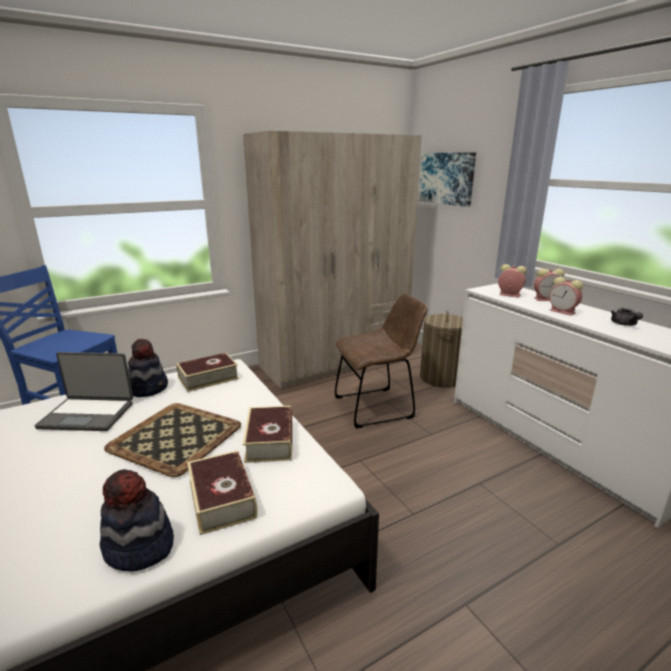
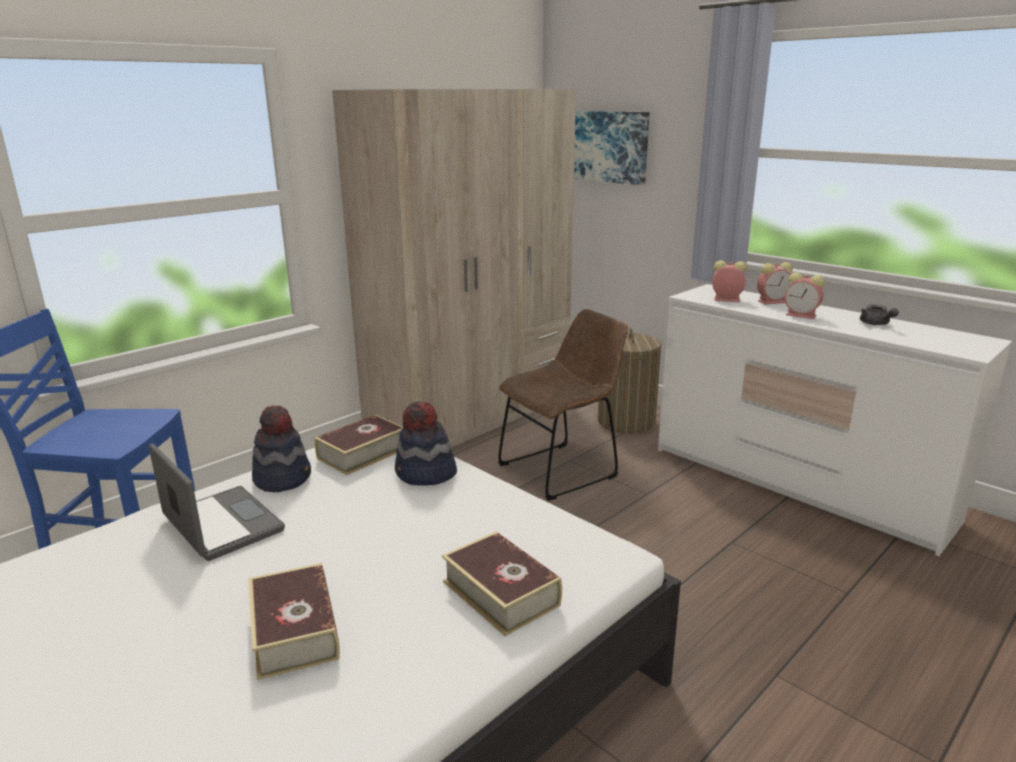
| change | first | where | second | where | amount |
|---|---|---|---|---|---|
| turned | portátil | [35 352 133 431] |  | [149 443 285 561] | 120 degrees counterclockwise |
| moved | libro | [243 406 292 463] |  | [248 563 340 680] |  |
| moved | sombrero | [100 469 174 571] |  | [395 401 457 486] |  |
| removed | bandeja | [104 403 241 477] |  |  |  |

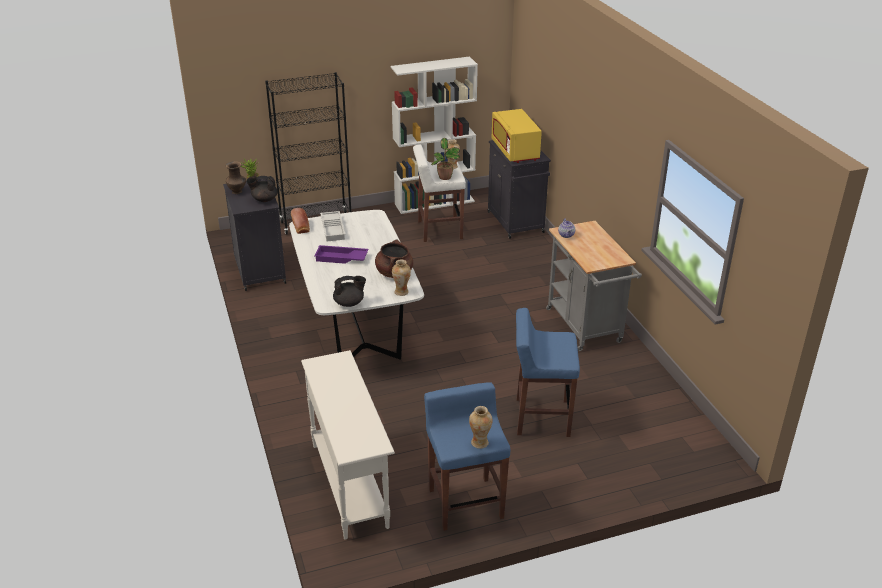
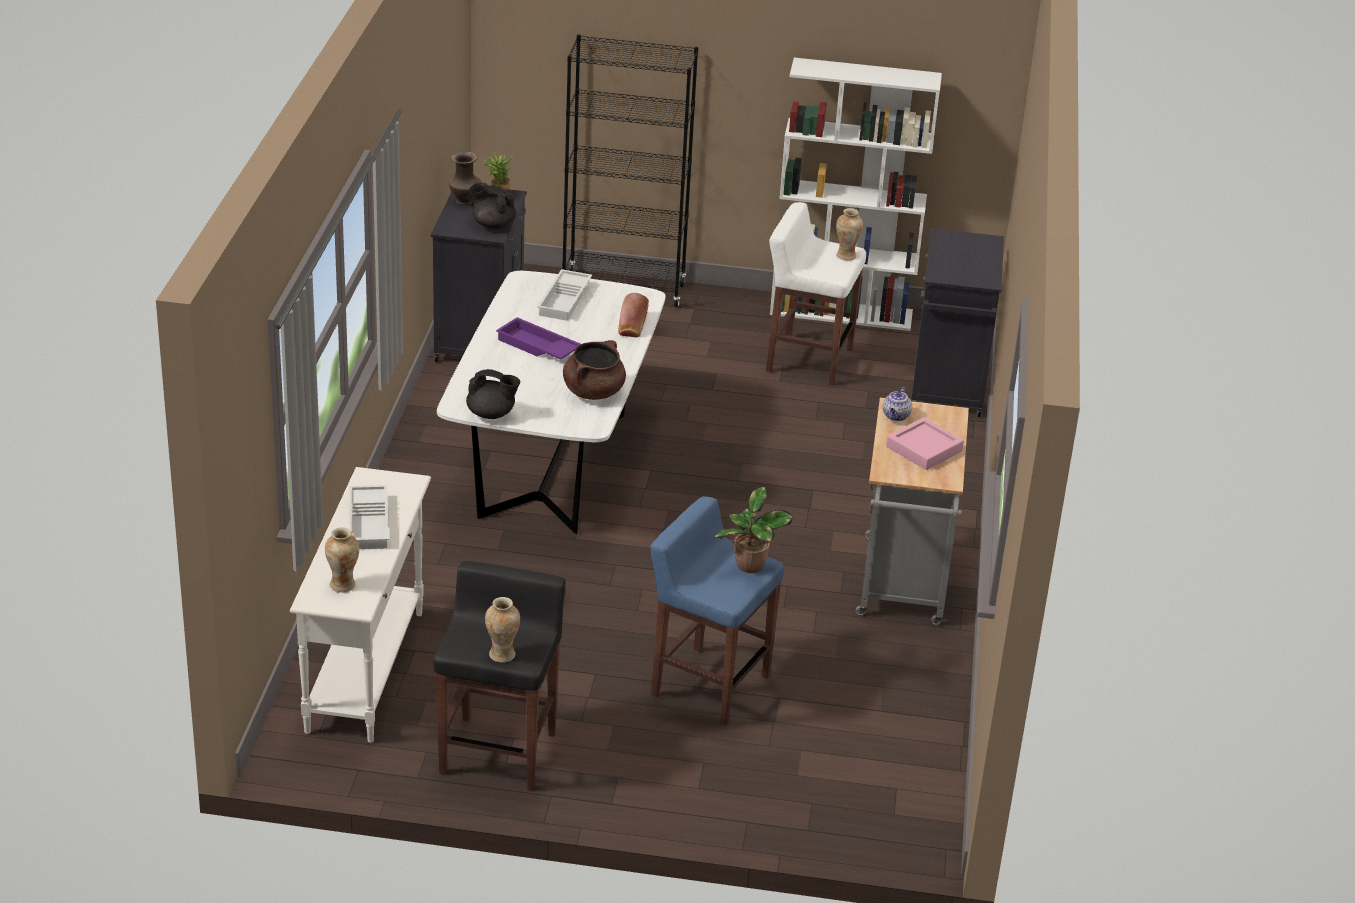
| change | first | where | second | where | amount |
|---|---|---|---|---|---|
| moved | florero | [392 260 411 296] |  | [325 527 359 592] |  |
| added |  |  | bandeja/blanco | [349 485 389 549] |  |
| recoloured | taburete/azul | [424 382 510 531] | taburete/negro | [433 561 566 790] |  |
| moved | pan | [291 208 310 234] |  | [618 293 649 337] |  |
| moved | planta en maceta | [431 138 460 180] |  | [714 486 793 573] |  |
| added |  |  | bandeja/rosa | [886 417 964 470] |  |
| removed | microondas/amarillo | [492 109 542 163] |  |  |  |

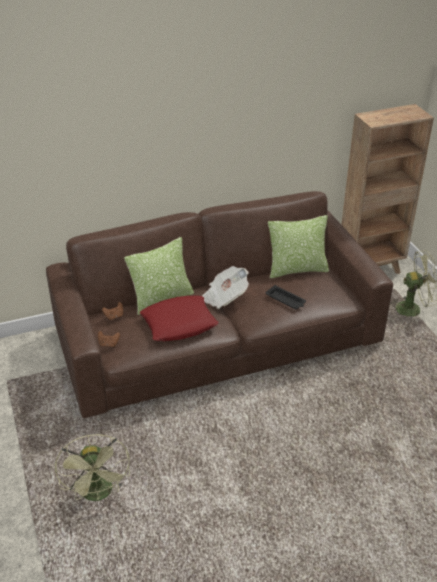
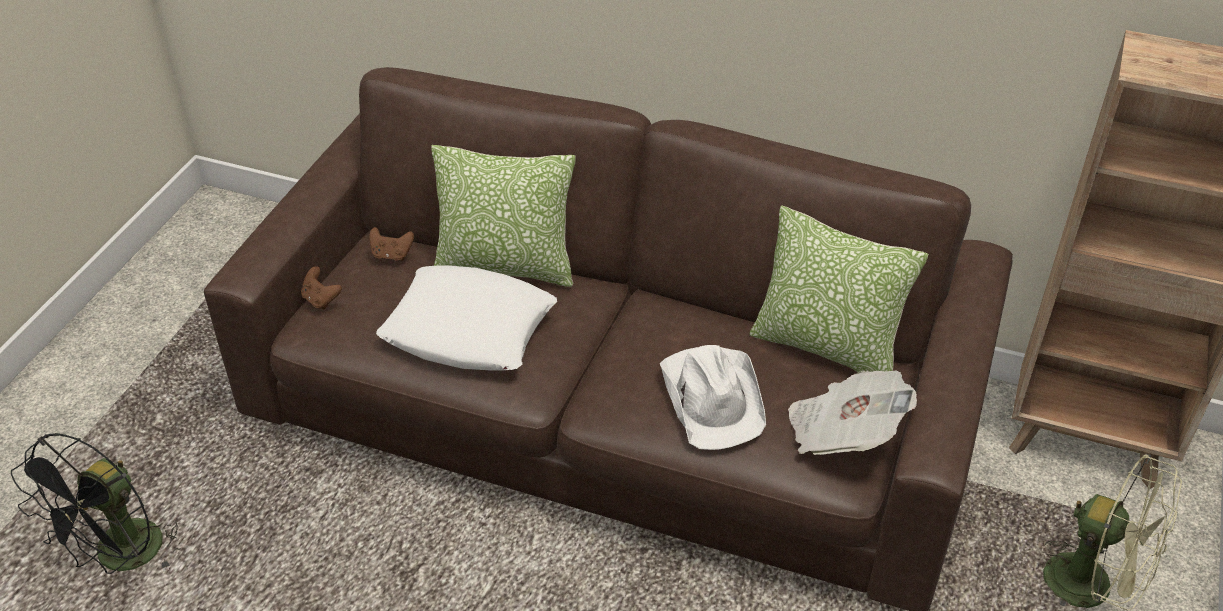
| change | first | where | second | where | amount |
|---|---|---|---|---|---|
| recoloured | ventilador/verde | [55 434 130 501] | ventilador/negro | [11 433 181 574] |  |
| recoloured | cojín/rojo | [140 296 218 341] | cojín/blanco | [376 265 557 371] |  |
| replaced | bandeja/negro | [265 285 306 309] | sombrero/blanco | [660 345 766 450] |  |
| moved | periódico | [202 266 249 309] |  | [788 370 917 455] |  |

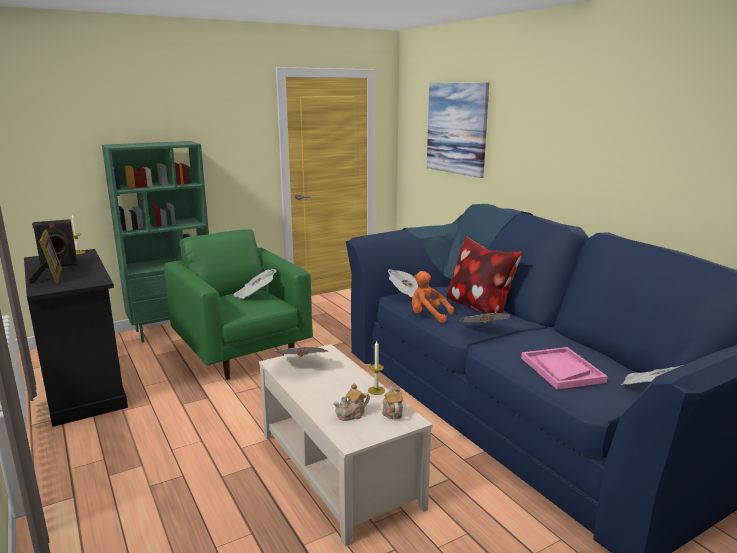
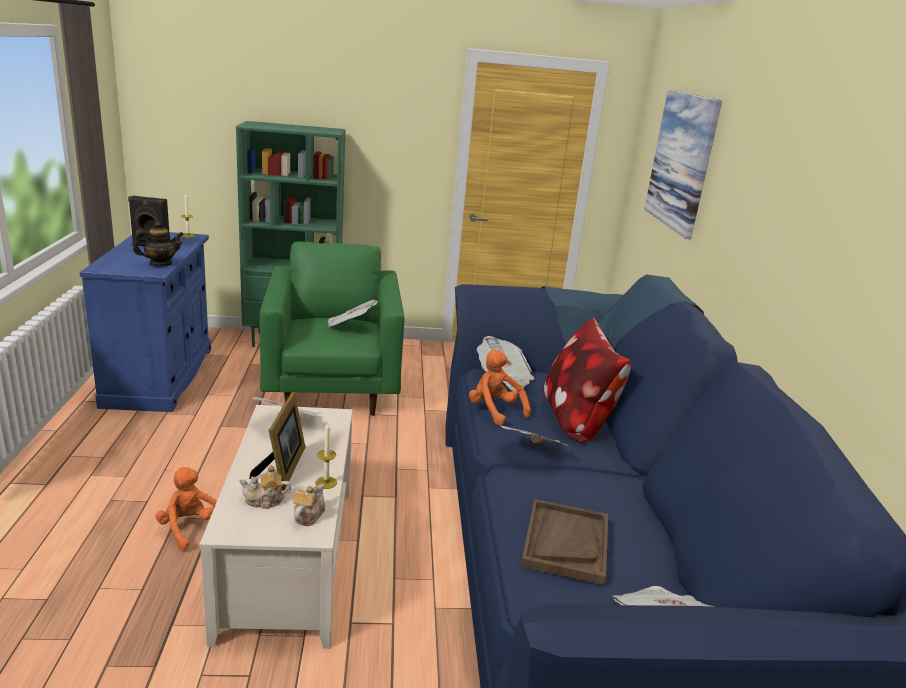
| change | first | where | second | where | amount |
|---|---|---|---|---|---|
| recoloured | armario/negro | [24 249 128 427] | armario/azul | [79 232 211 412] |  |
| added |  |  | tetera | [133 221 184 266] |  |
| added |  |  | peluche/naranja | [156 467 217 550] |  |
| moved | portarretratos | [29 230 62 284] |  | [249 392 305 490] |  |
| recoloured | bandeja/rosa | [521 347 608 390] | bandeja/marrón | [521 499 608 585] |  |

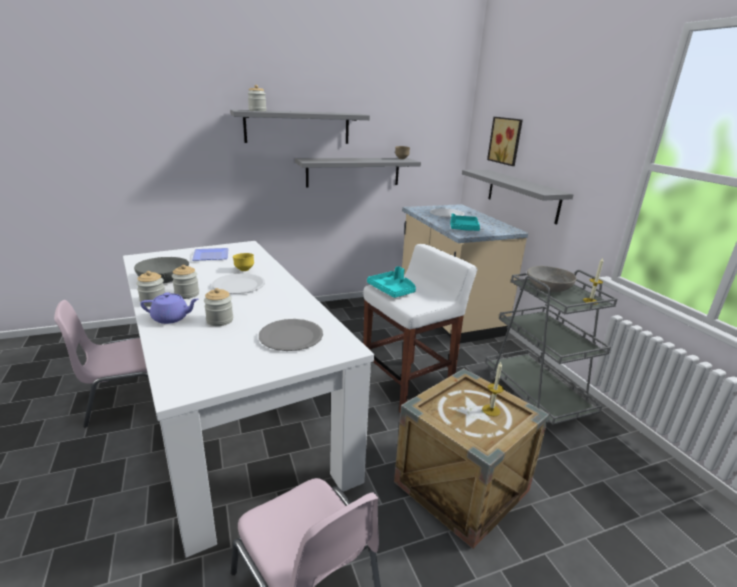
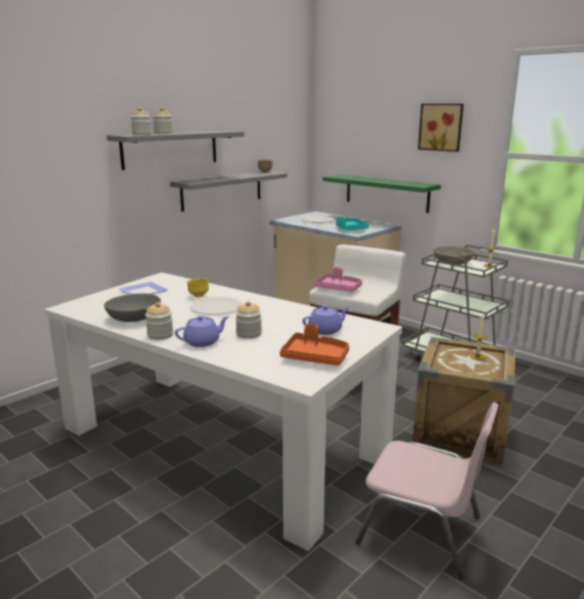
| change | first | where | second | where | amount |
|---|---|---|---|---|---|
| moved | tarro | [172 265 199 299] |  | [153 108 172 134] |  |
| added |  |  | bandeja/naranja | [280 324 349 366] |  |
| replaced | plato/gris | [259 319 323 351] | tetera/morado | [302 305 350 335] |  |
| recoloured | bandeja/turquesa | [367 266 416 298] | bandeja/rosa | [314 267 362 292] |  |
| recoloured | estante/gris | [462 170 574 224] | estante/verde | [323 175 441 213] |  |
| moved | cuadro | [487 117 523 166] |  | [418 104 463 152] |  |
| removed | silla/rosa | [54 300 149 428] |  |  |  |

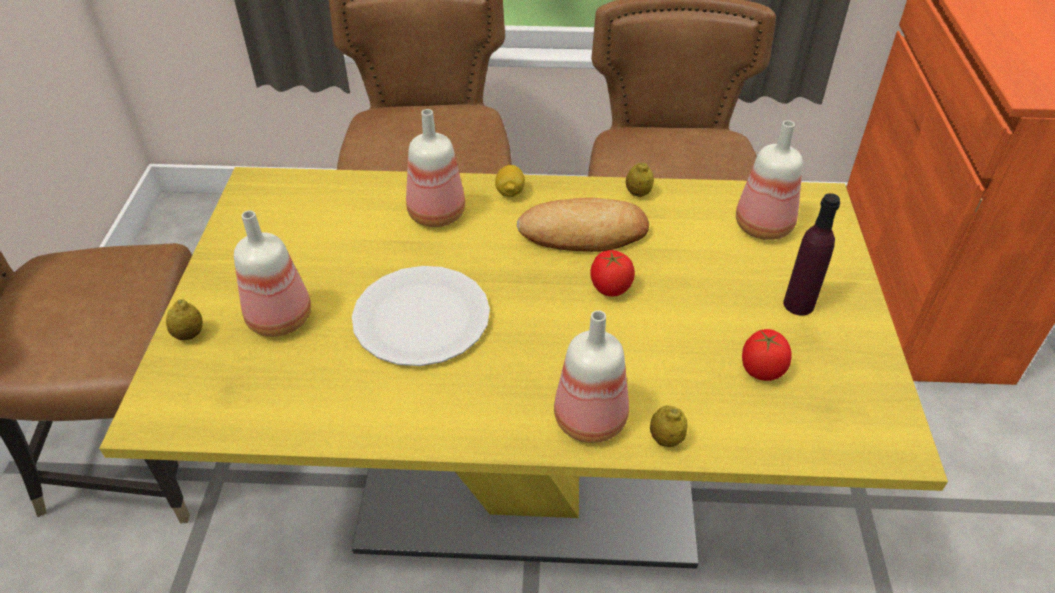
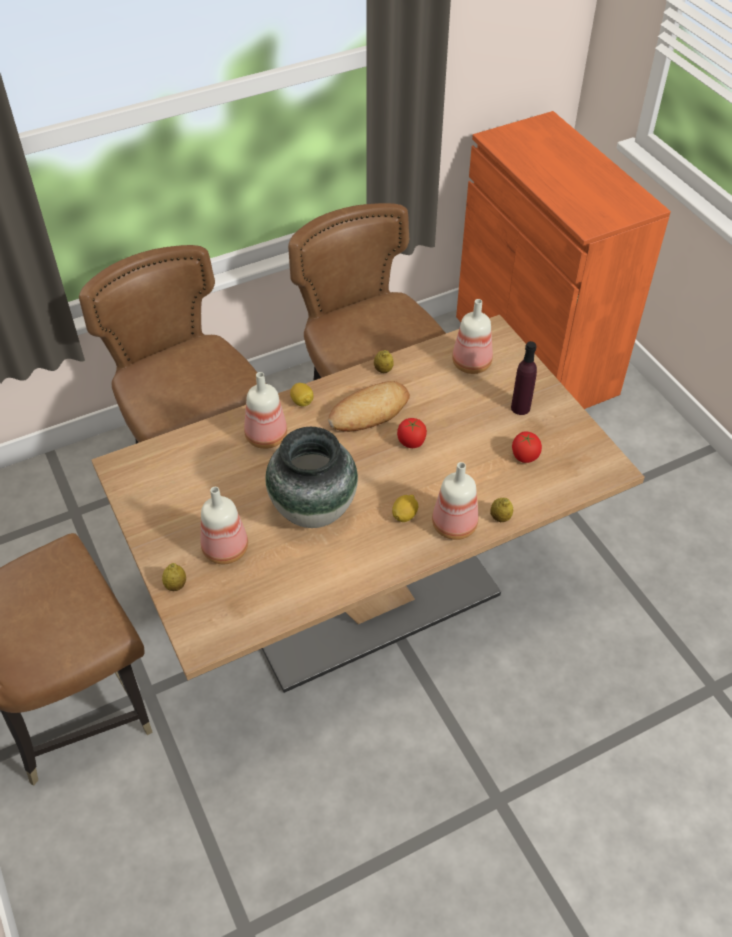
| change | first | where | second | where | amount |
|---|---|---|---|---|---|
| recoloured | mesa de comedor/amarillo | [99 167 948 569] | mesa de comedor/marrón | [91 315 645 693] |  |
| replaced | plato/blanco | [352 266 490 366] | florero | [265 427 358 528] |  |
| added |  |  | limón | [392 495 418 522] |  |

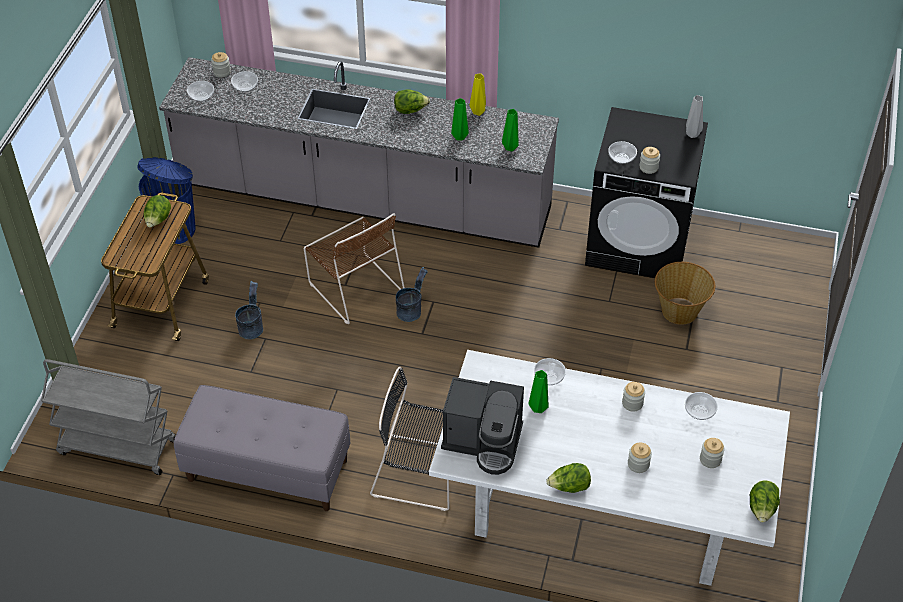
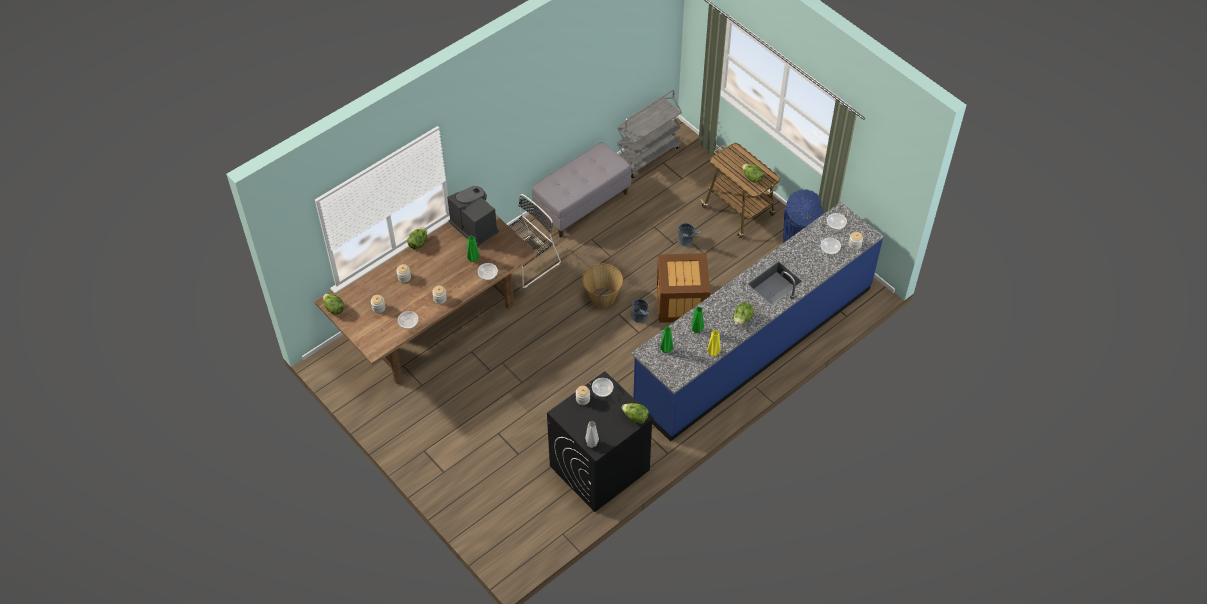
| change | first | where | second | where | amount |
|---|---|---|---|---|---|
| recoloured | mesa de comedor/blanco | [429 350 790 586] | mesa de comedor/marrón | [314 215 538 384] |  |
| turned | cafetera | [441 377 524 475] |  | [447 186 499 246] | 90 degrees clockwise |
| moved | cesta | [655 262 715 325] |  | [582 264 623 307] |  |
| added |  |  | lechuga | [622 403 649 424] |  |
| recoloured | mueble bajo de cocina/gris | [159 57 559 248] | mueble bajo de cocina/azul | [631 202 884 442] |  |
| replaced | silla/marrón | [304 213 405 324] | caja de embalaje | [657 253 710 322] |  |

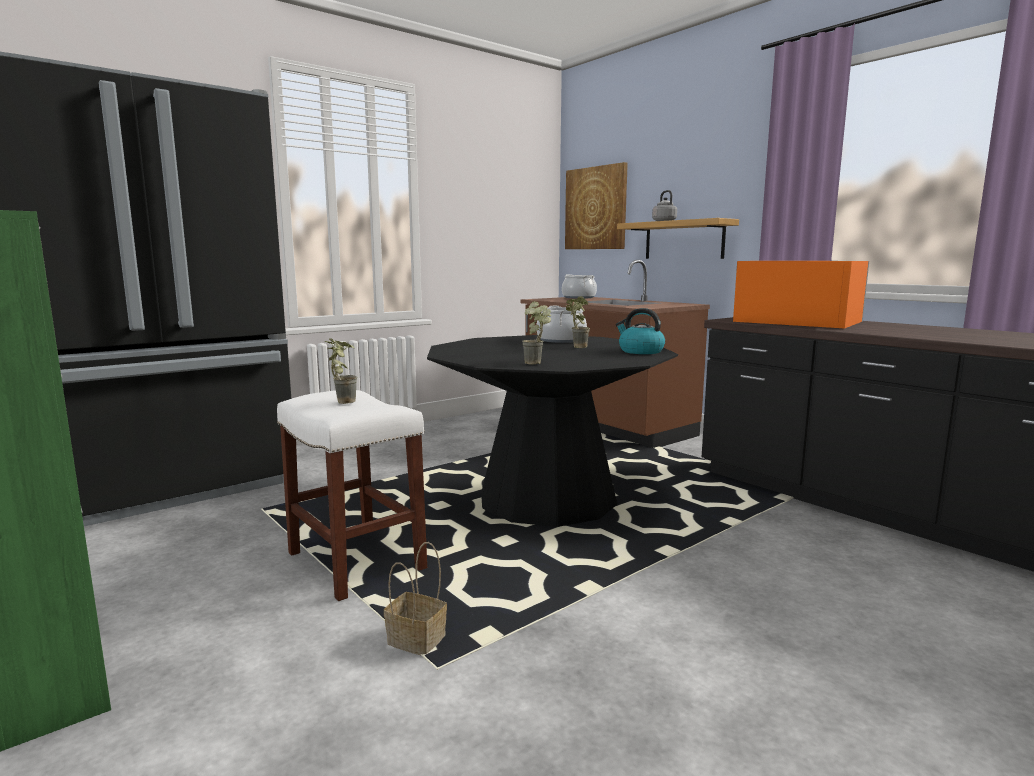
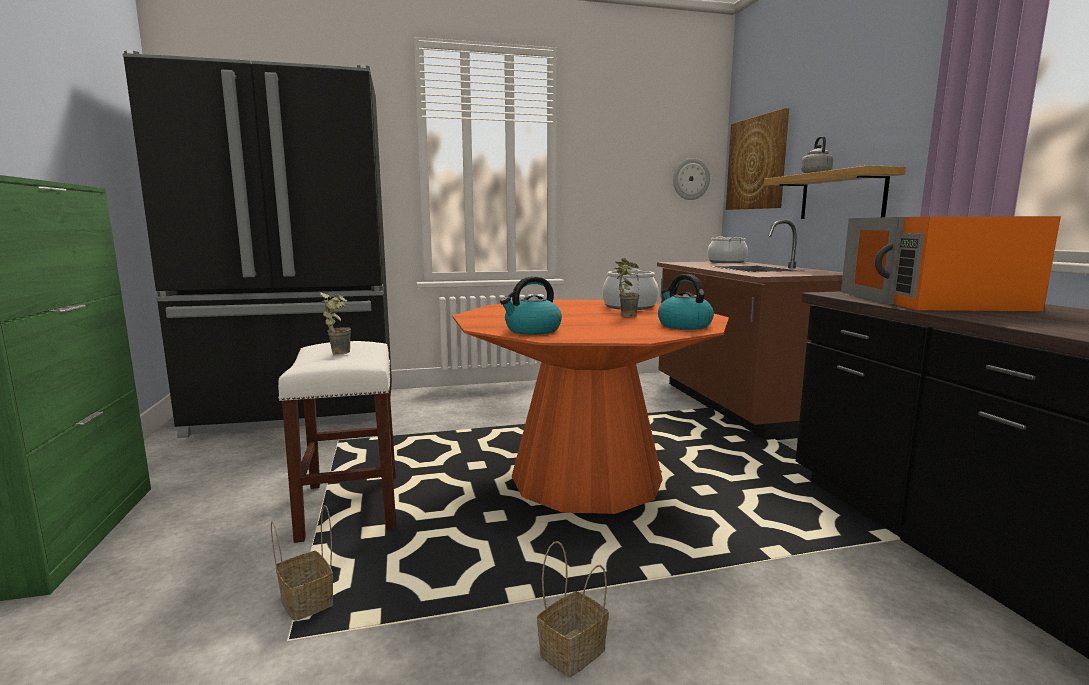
| change | first | where | second | where | amount |
|---|---|---|---|---|---|
| recoloured | mesa de comedor/negro | [427 335 678 527] | mesa de comedor/naranja | [453 299 729 514] |  |
| replaced | planta en maceta | [522 301 552 365] | hervidor | [500 276 562 335] |  |
| added |  |  | cesta | [537 541 609 678] |  |
| added |  |  | reloj de pared | [673 158 710 200] |  |
| turned | microondas/naranja | [733 261 869 328] |  | [841 216 1061 311] | 150 degrees counterclockwise |

